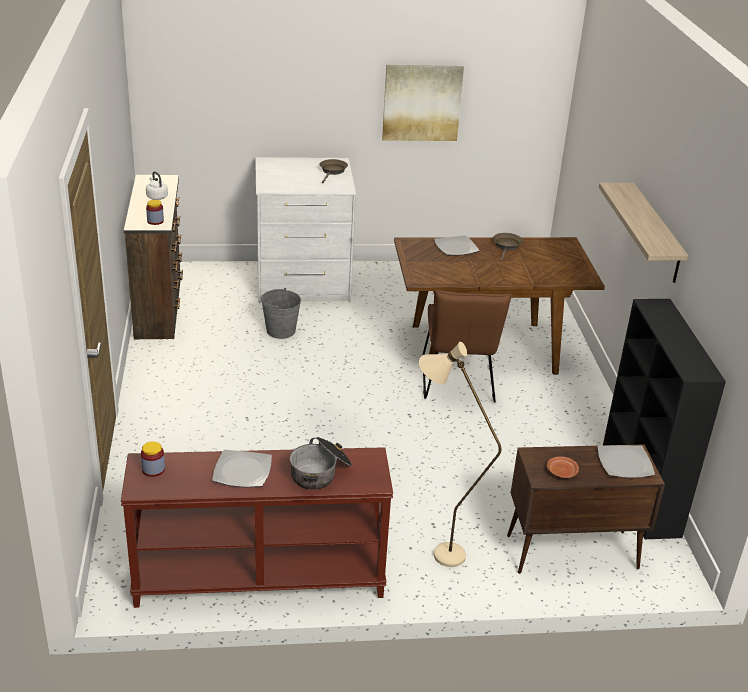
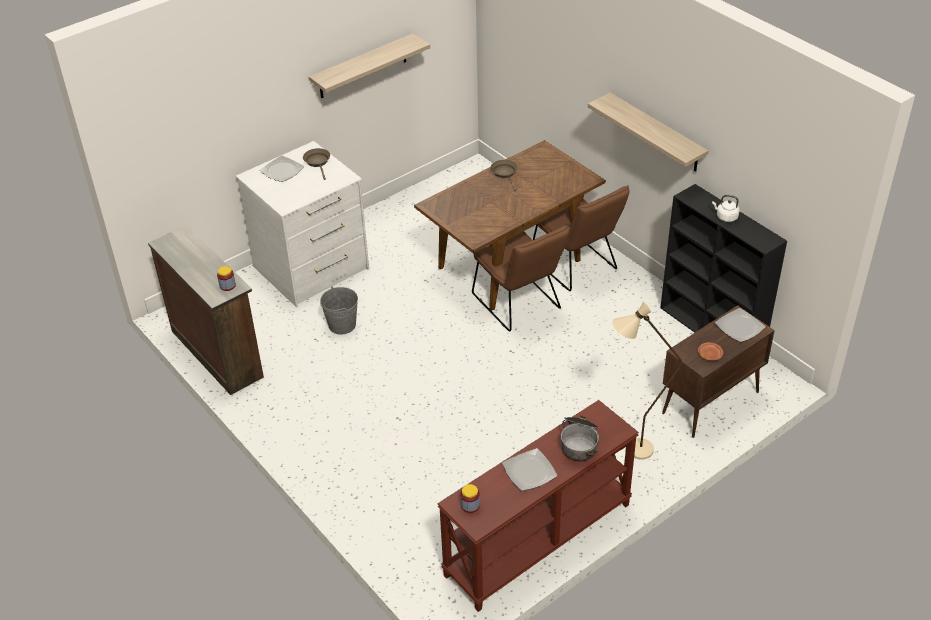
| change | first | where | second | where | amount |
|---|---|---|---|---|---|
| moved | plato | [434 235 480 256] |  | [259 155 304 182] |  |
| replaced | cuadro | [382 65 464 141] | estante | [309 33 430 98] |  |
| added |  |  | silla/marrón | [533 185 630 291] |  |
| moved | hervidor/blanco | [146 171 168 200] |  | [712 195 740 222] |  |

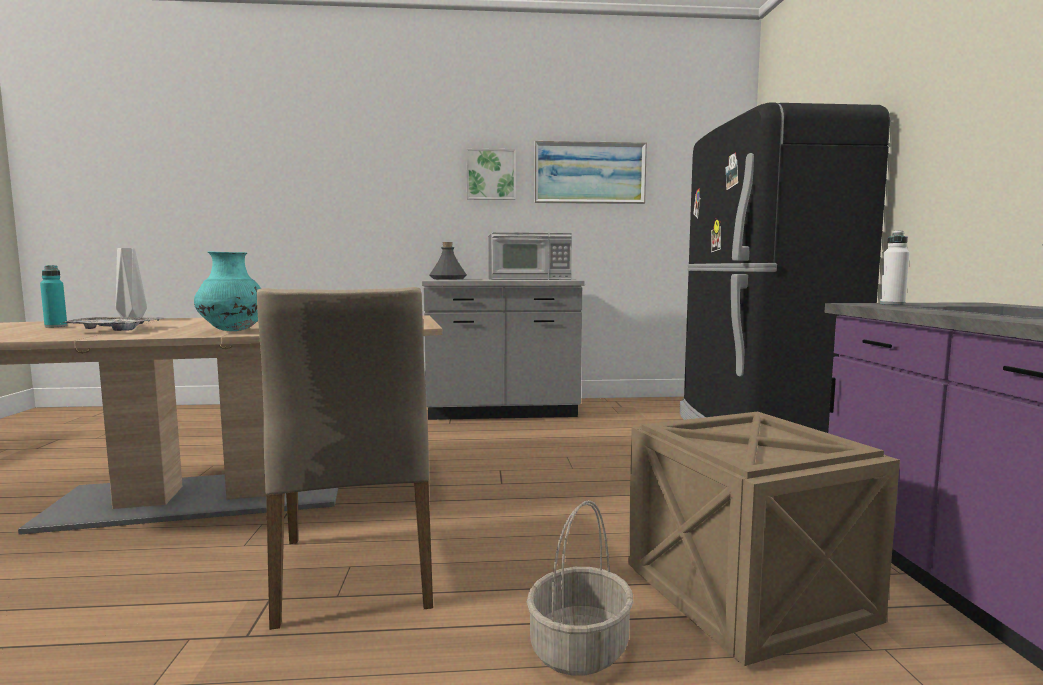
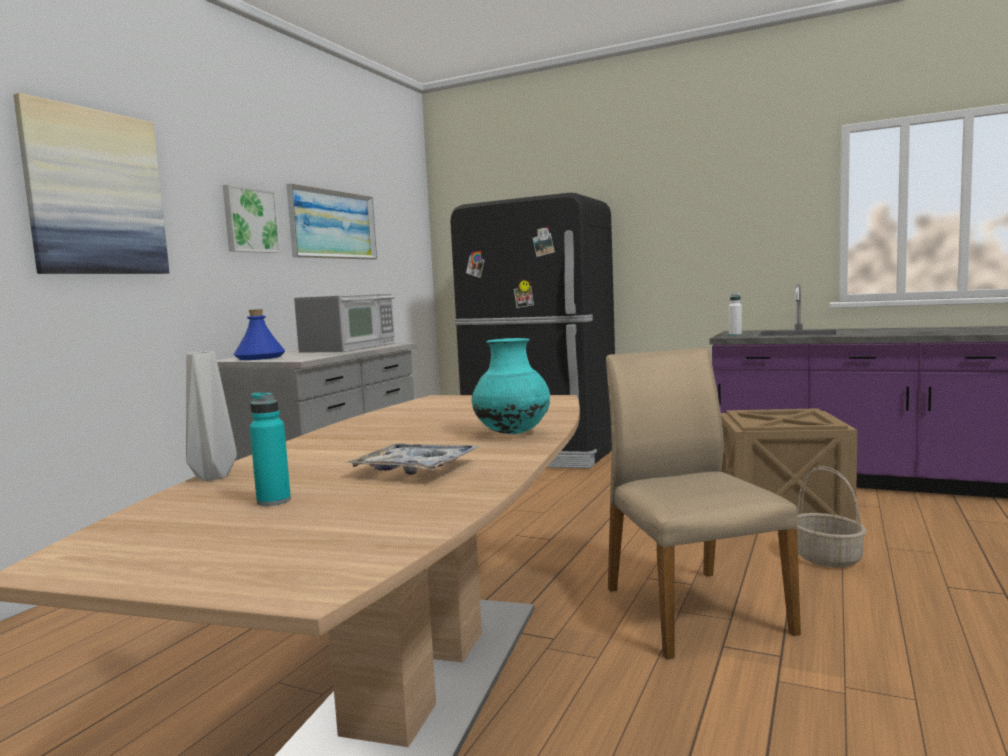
| change | first | where | second | where | amount |
|---|---|---|---|---|---|
| added |  |  | cuadro | [13 93 169 274] |  |
| recoloured | botella/gris | [429 242 467 279] | botella/azul | [233 309 285 360] |  |
| turned | silla/beis | [257 287 433 630] |  | [606 348 801 659] | 120 degrees counterclockwise |

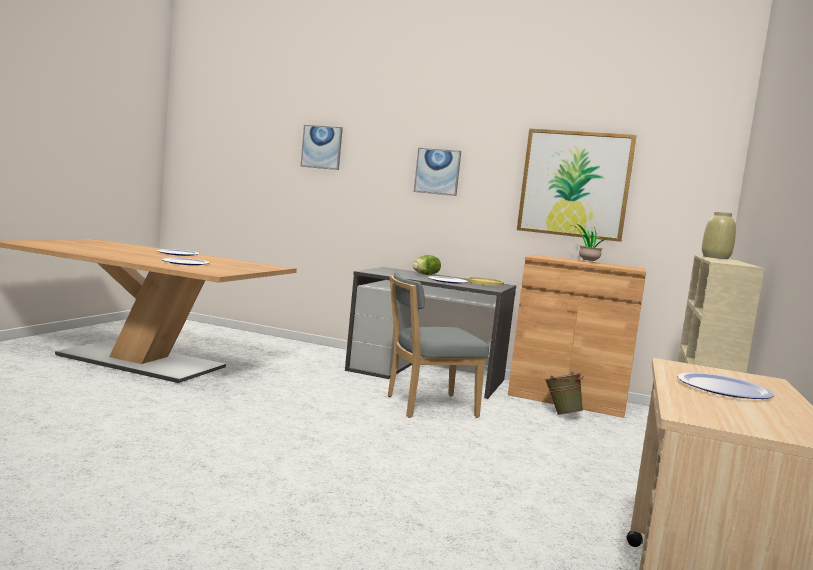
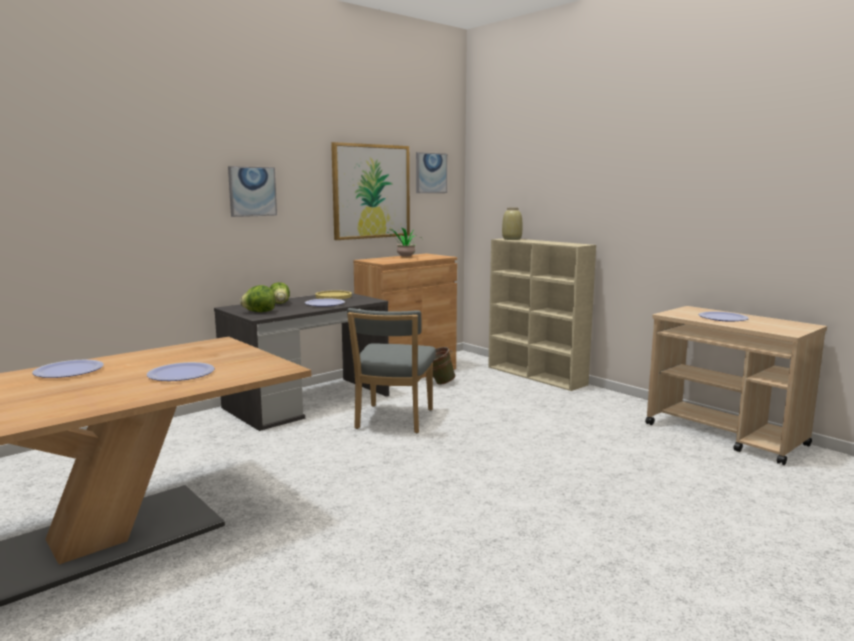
| change | first | where | second | where | amount |
|---|---|---|---|---|---|
| added |  |  | lechuga | [240 285 275 312] |  |
| moved | cuadro | [300 125 343 170] |  | [416 152 447 193] |  |

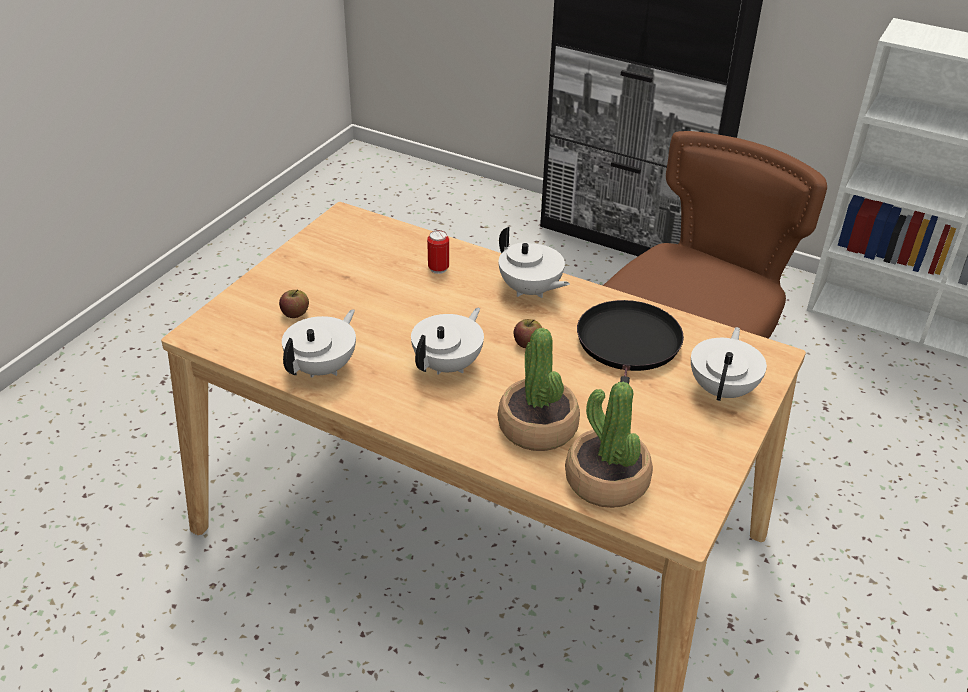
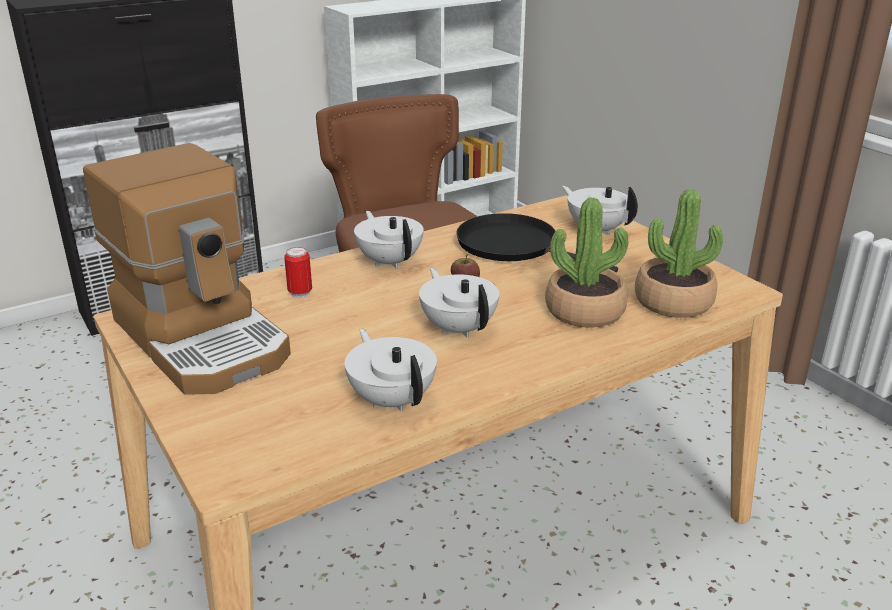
| change | first | where | second | where | amount |
|---|---|---|---|---|---|
| added |  |  | cafetera | [83 143 291 395] |  |
| turned | tetera/blanco | [499 226 570 298] |  | [354 211 424 269] | 105 degrees counterclockwise |
| removed | manzana | [279 290 309 318] |  |  |  |

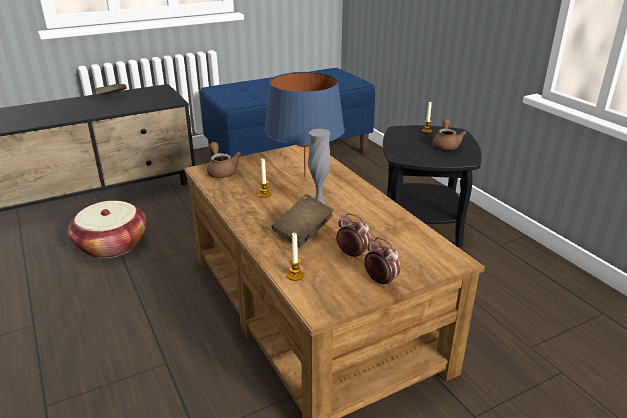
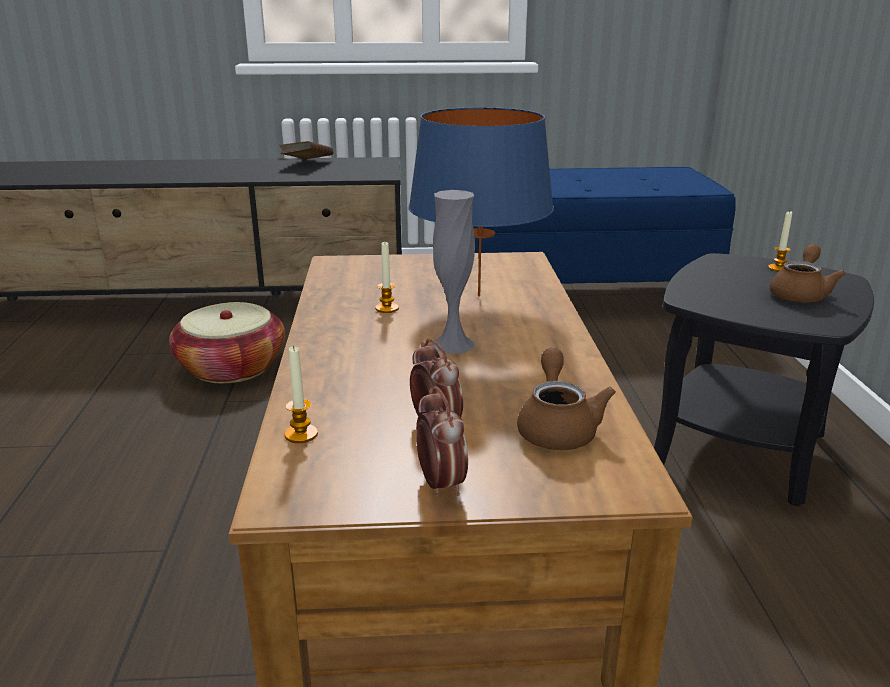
| change | first | where | second | where | amount |
|---|---|---|---|---|---|
| moved | tetera/marrón | [207 142 241 178] |  | [517 348 616 450] |  |
| removed | libro/marrón | [272 194 334 247] |  |  |  |

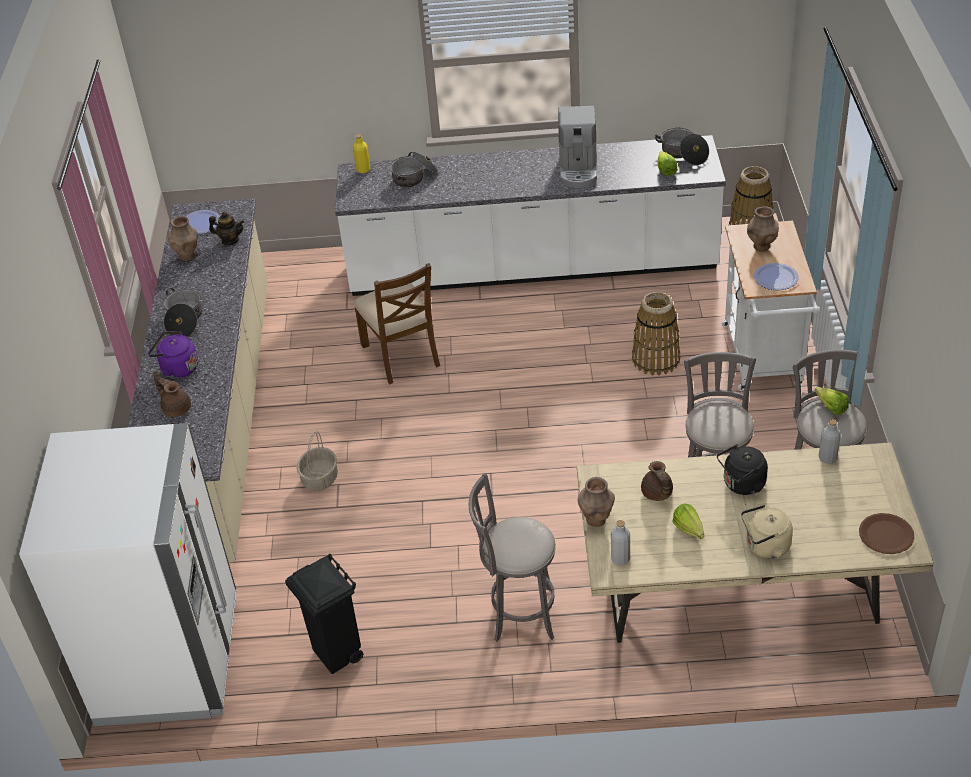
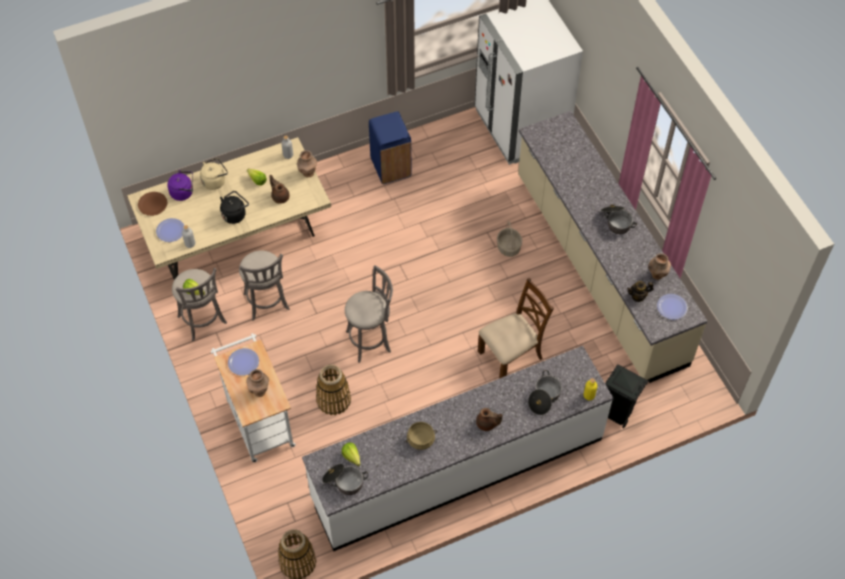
| change | first | where | second | where | amount |
|---|---|---|---|---|---|
| added |  |  | plato | [156 218 184 242] |  |
| moved | hervidor/morado | [148 331 198 378] |  | [167 170 193 201] |  |
| moved | taburete/gris | [469 473 556 641] |  | [345 265 393 363] |  |
| added |  |  | papelera/azul | [369 111 412 184] |  |
| replaced | cafetera | [558 106 597 188] | olla/beis | [406 422 437 450] |  |
| moved | tetera/marrón | [153 371 191 417] |  | [476 408 502 431] |  |
| turned | silla/marrón | [354 263 440 384] |  | [478 278 554 378] | 105 degrees clockwise |
| moved | papelera/negro | [285 554 363 674] |  | [605 364 648 428] |  |

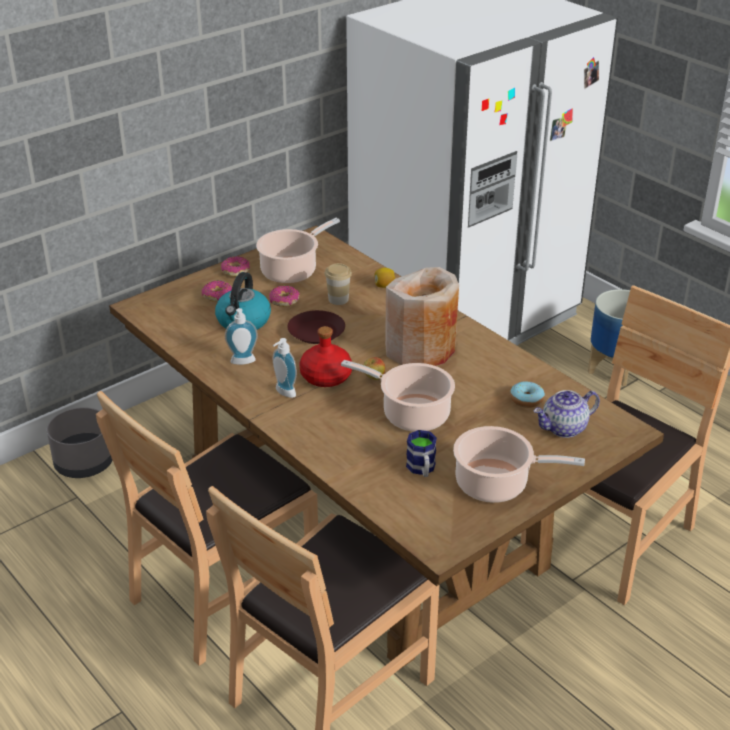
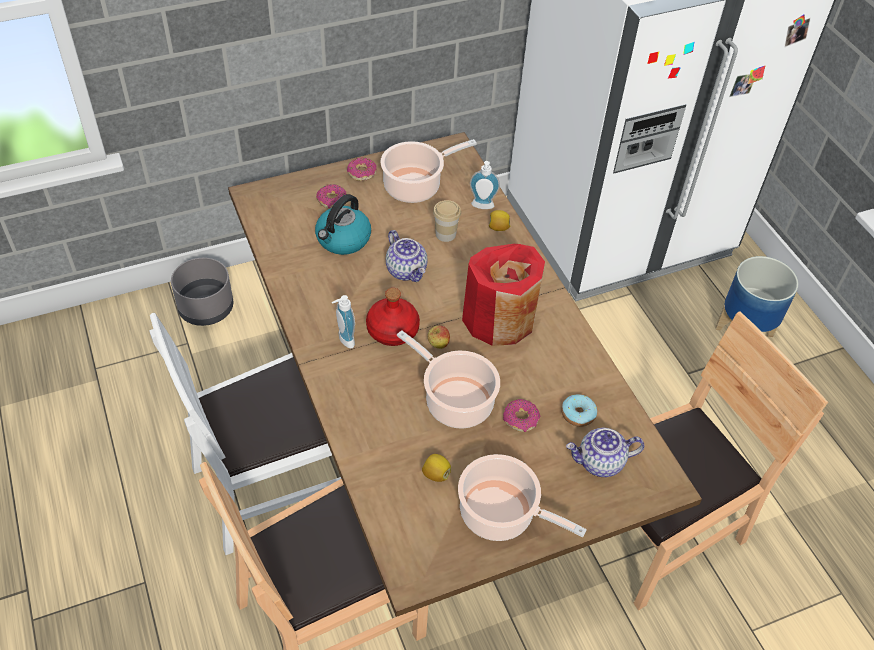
| change | first | where | second | where | amount |
|---|---|---|---|---|---|
| recoloured | silla/marrón | [96 391 318 666] | silla/blanco | [149 313 341 555] |  |
| replaced | plato/marrón | [287 310 345 344] | tetera | [386 230 428 282] |  |
| replaced | taza grande | [406 430 437 477] | limón | [422 454 451 482] |  |
| recoloured | florero/beis | [385 267 459 366] | florero/rojo | [462 244 545 346] |  |
| moved | dispensador de jabón | [225 308 258 365] |  | [470 161 500 209] |  |
| moved | rosquilla | [269 285 300 307] |  | [503 399 540 432] |  |

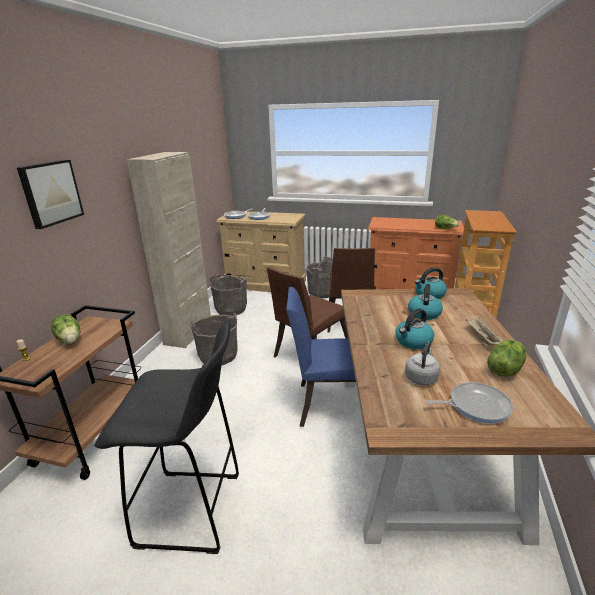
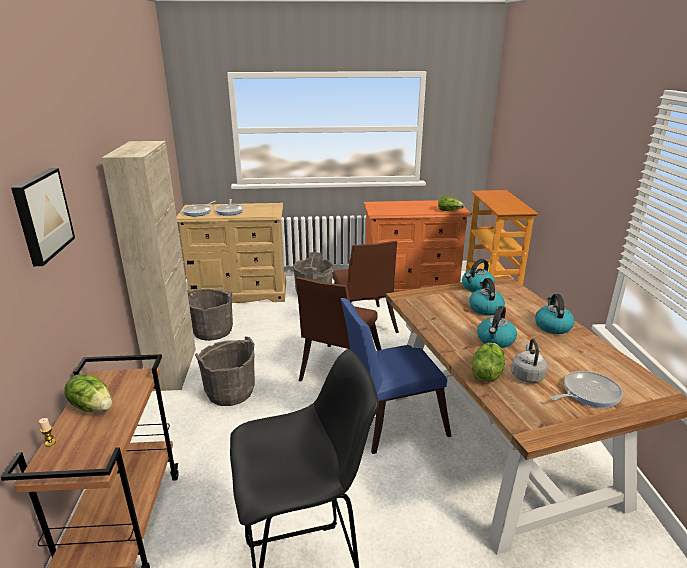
| change | first | where | second | where | amount |
|---|---|---|---|---|---|
| moved | lechuga | [487 340 526 377] |  | [472 343 505 382] |  |
| replaced | bandeja/beis | [466 317 503 345] | hervidor | [535 294 575 334] |  |

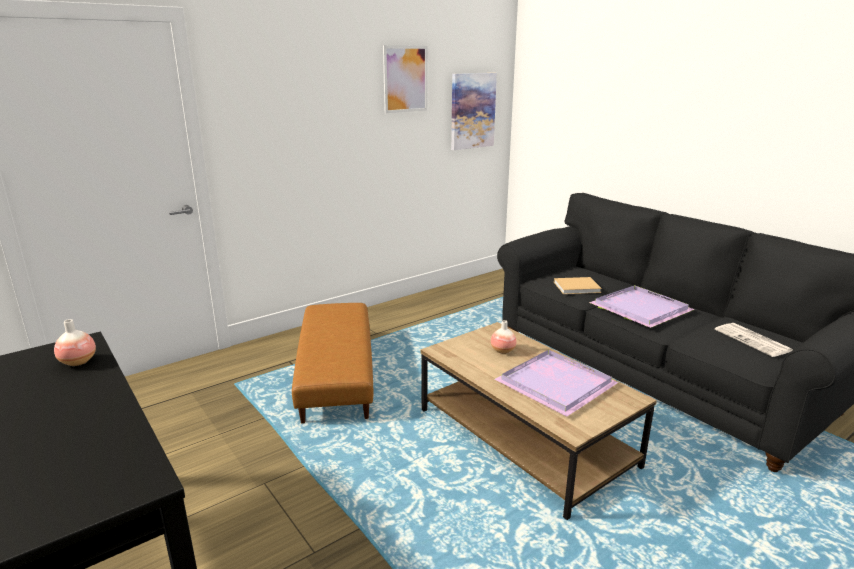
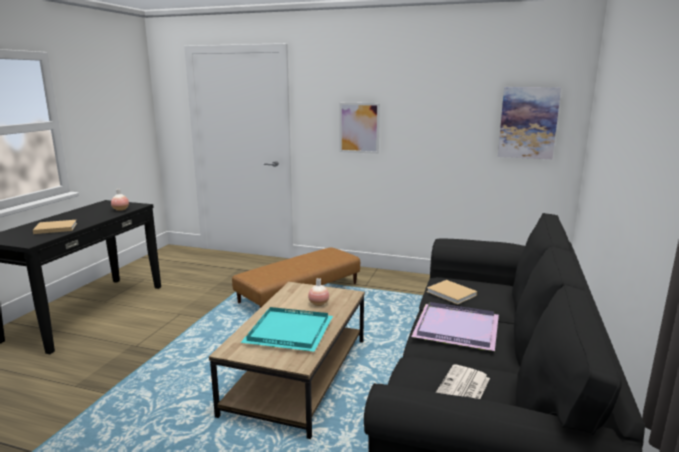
| change | first | where | second | where | amount |
|---|---|---|---|---|---|
| added |  |  | libro/beis | [33 220 77 234] |  |
| recoloured | bandeja/morado | [494 350 619 416] | bandeja/turquesa | [241 307 333 352] |  |
| moved | cuadro | [383 45 427 113] |  | [339 103 380 154] |  |

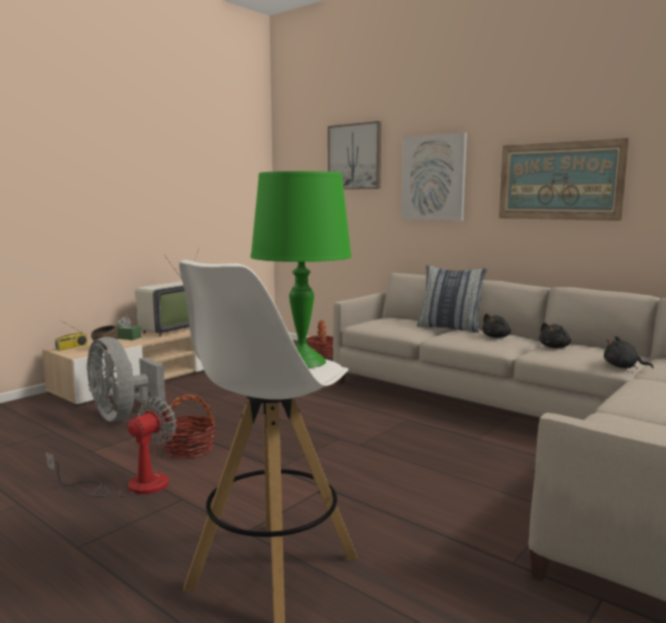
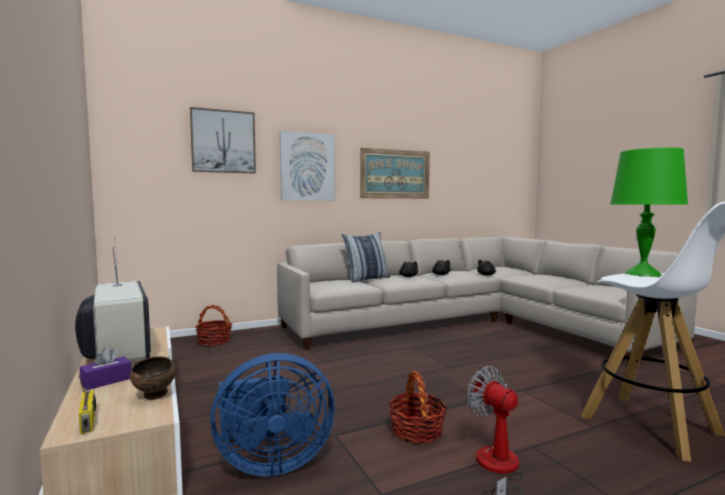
| change | first | where | second | where | amount |
|---|---|---|---|---|---|
| recoloured | caja de pañuelos/verde | [115 316 142 340] | caja de pañuelos/morado | [80 347 132 390] |  |
| recoloured | ventilador/gris | [86 337 166 421] | ventilador/azul | [210 353 335 476] |  |

